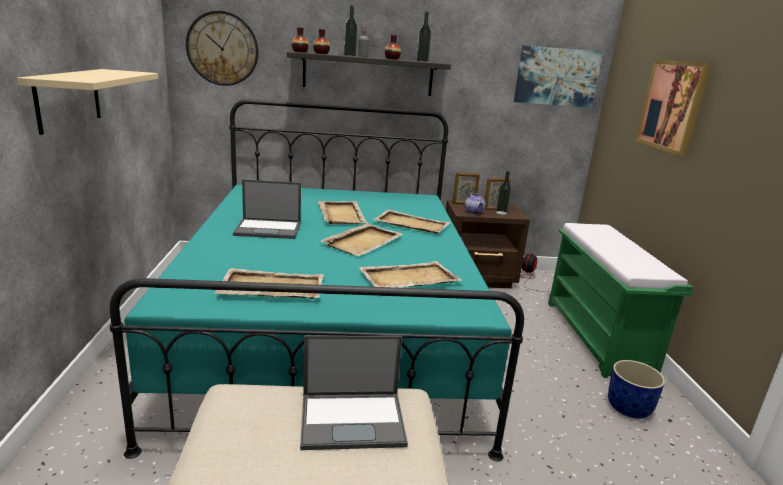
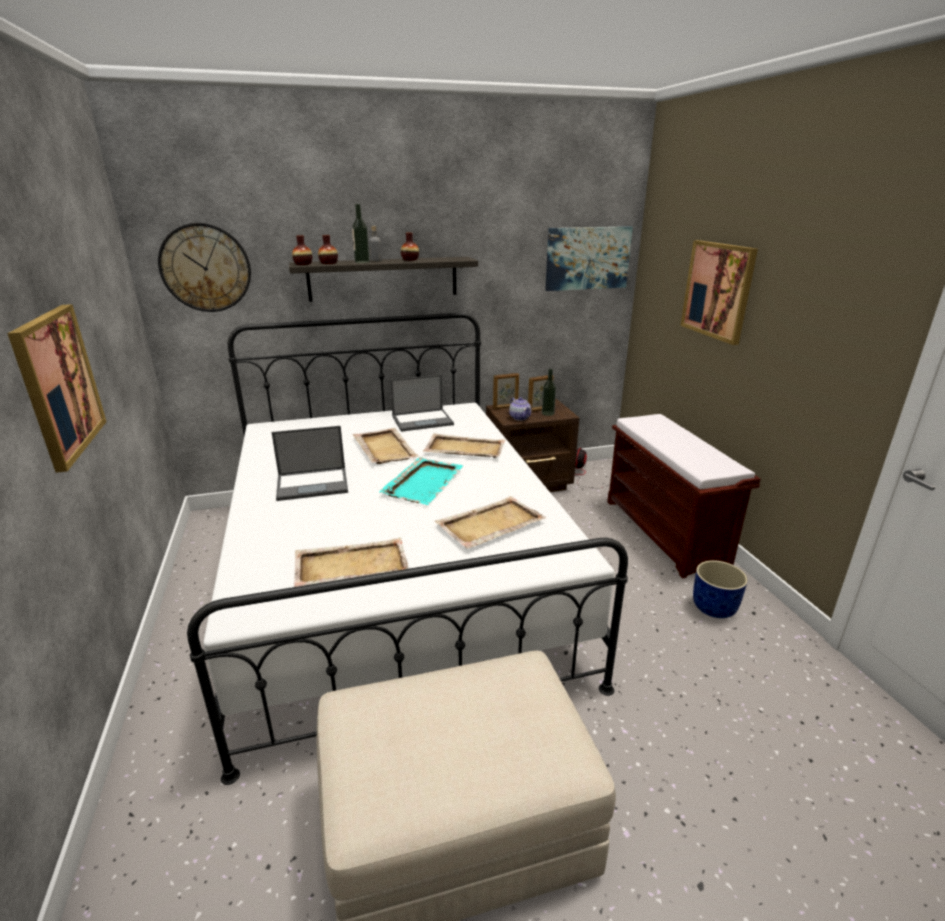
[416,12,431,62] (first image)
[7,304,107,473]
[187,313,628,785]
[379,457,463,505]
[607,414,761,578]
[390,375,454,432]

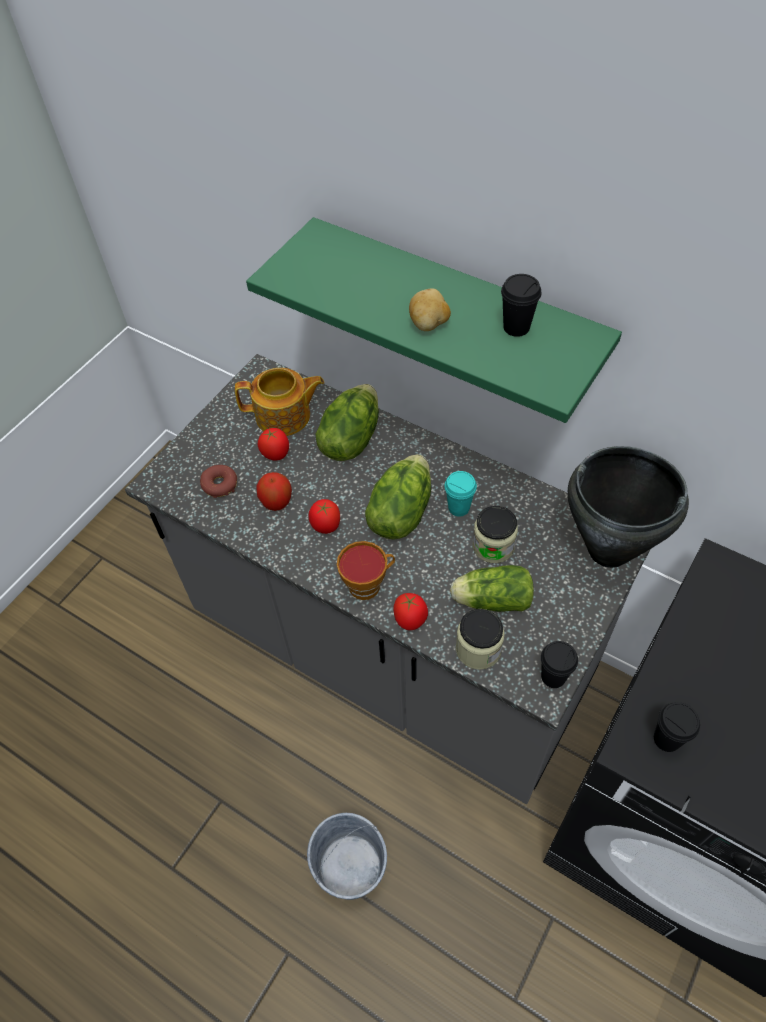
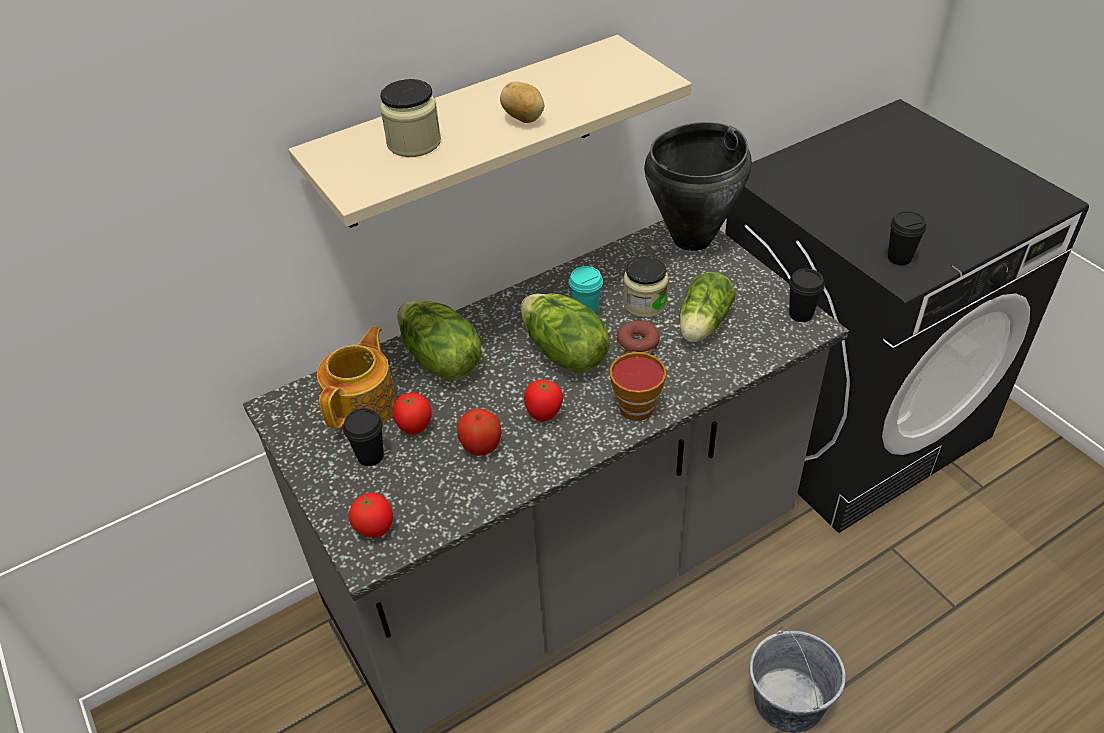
[288,35,691,228]
[343,408,384,466]
[616,321,660,353]
[349,493,393,538]
[380,79,441,157]

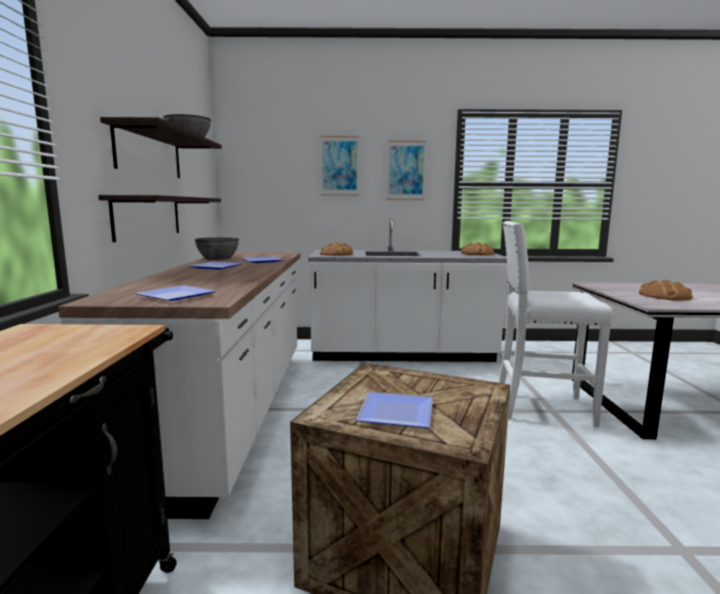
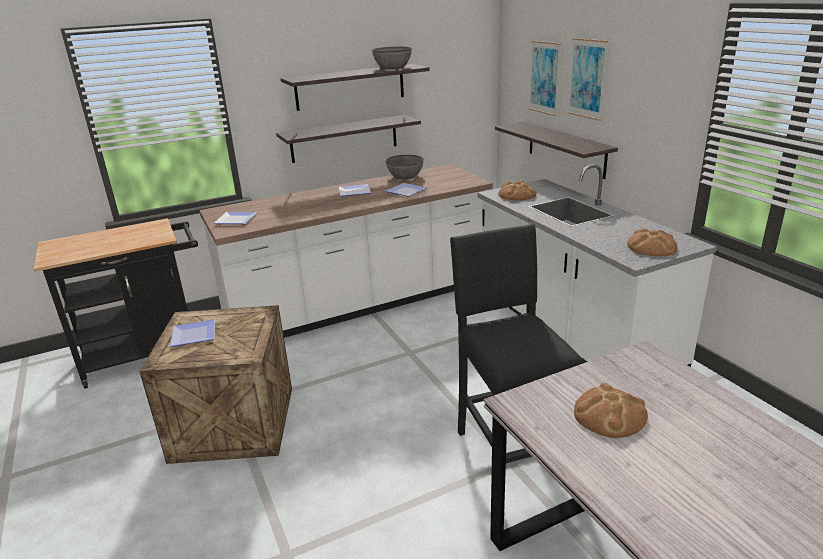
[528,41,561,116]
[450,224,585,463]
[495,122,618,179]

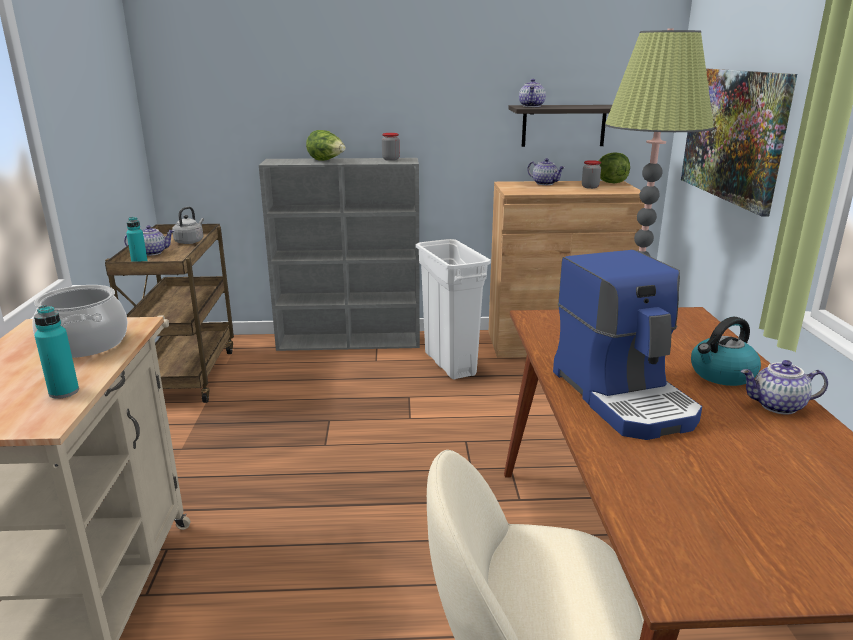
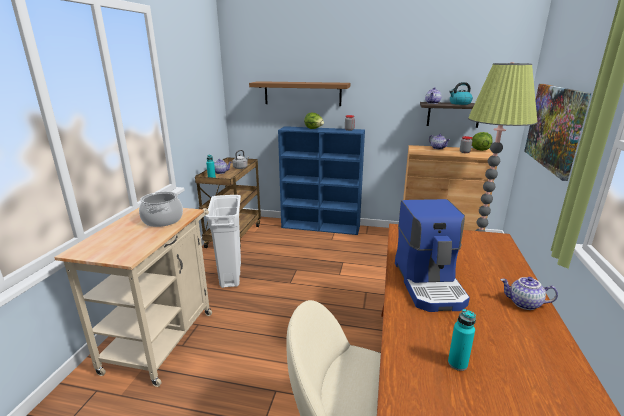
[278,126,365,235]
[206,195,241,288]
[448,309,476,371]
[449,82,473,105]
[249,81,350,106]

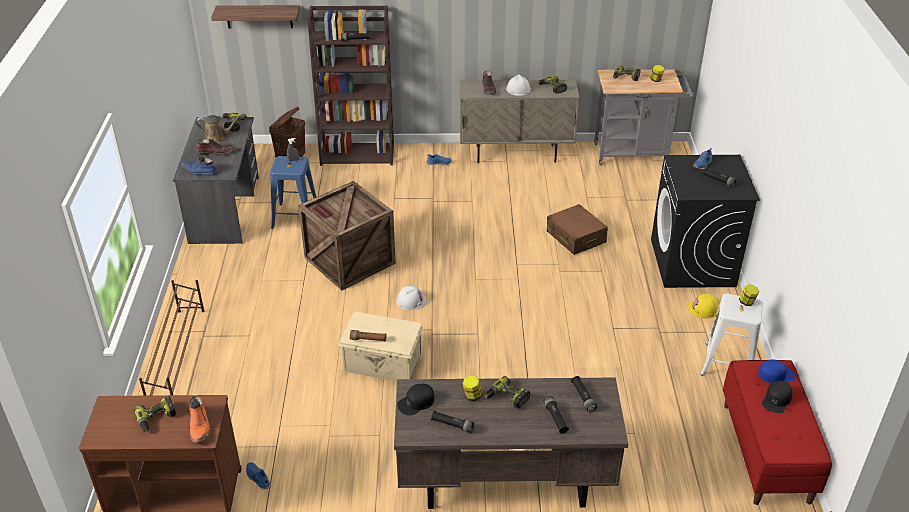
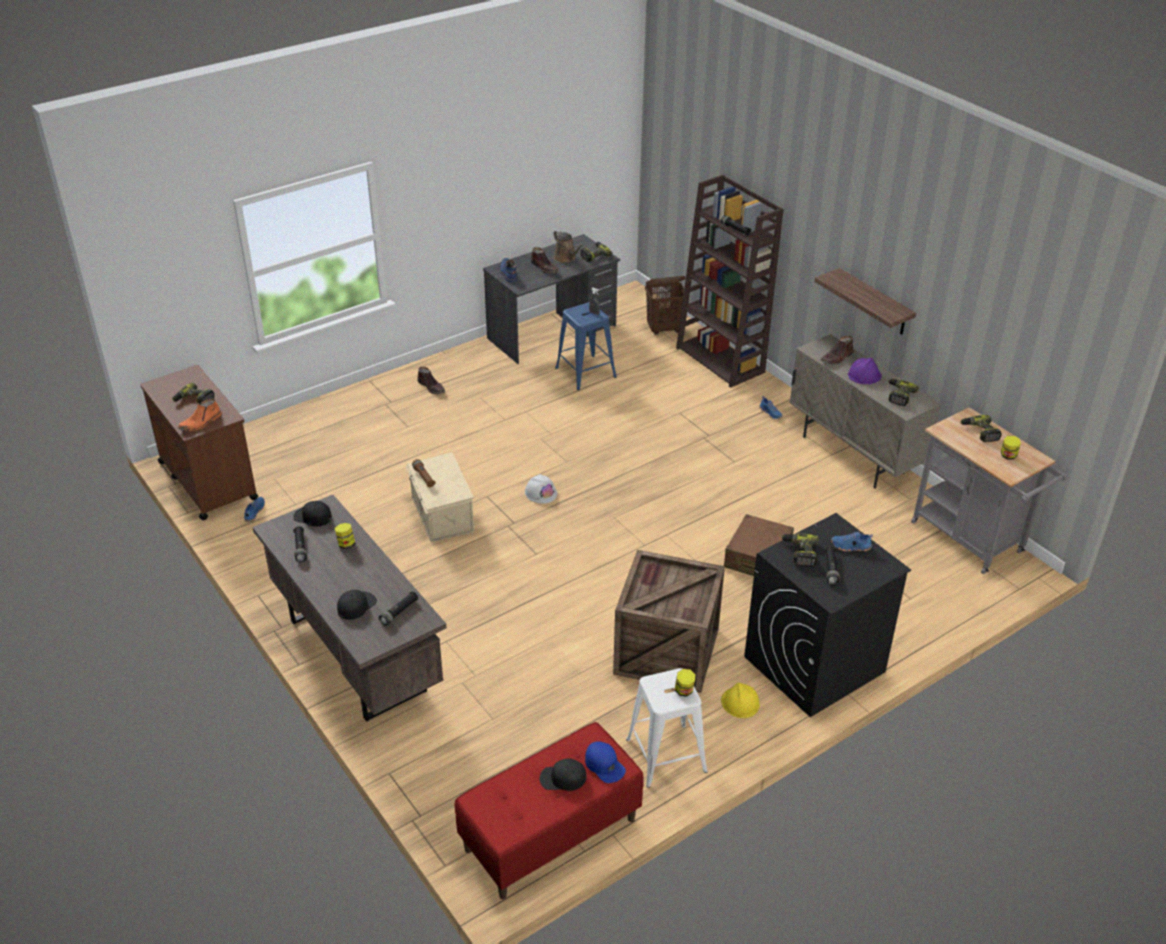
[815,268,916,335]
[848,358,882,384]
[613,550,725,693]
[139,280,205,396] (first image)
[781,533,819,567]
[337,590,377,620]
[417,367,445,394]

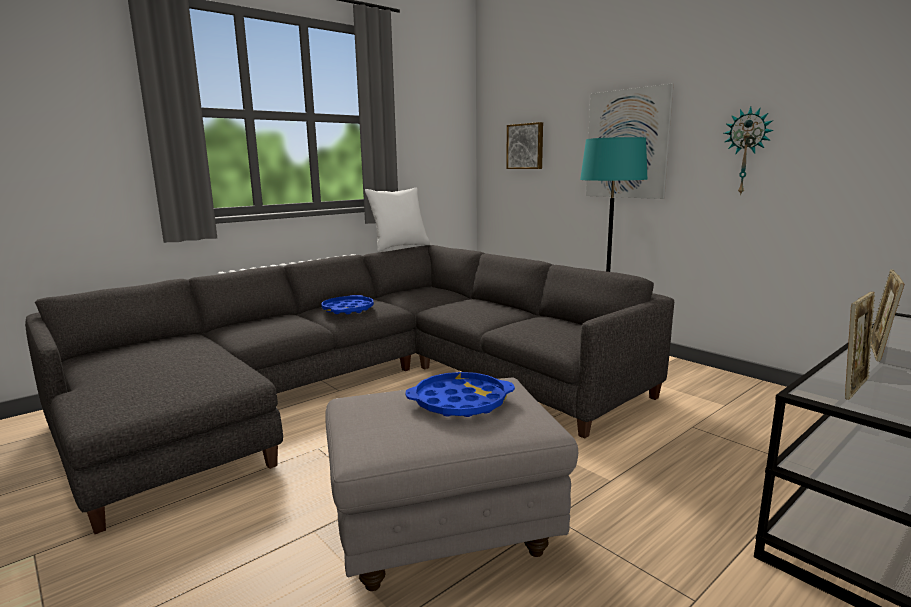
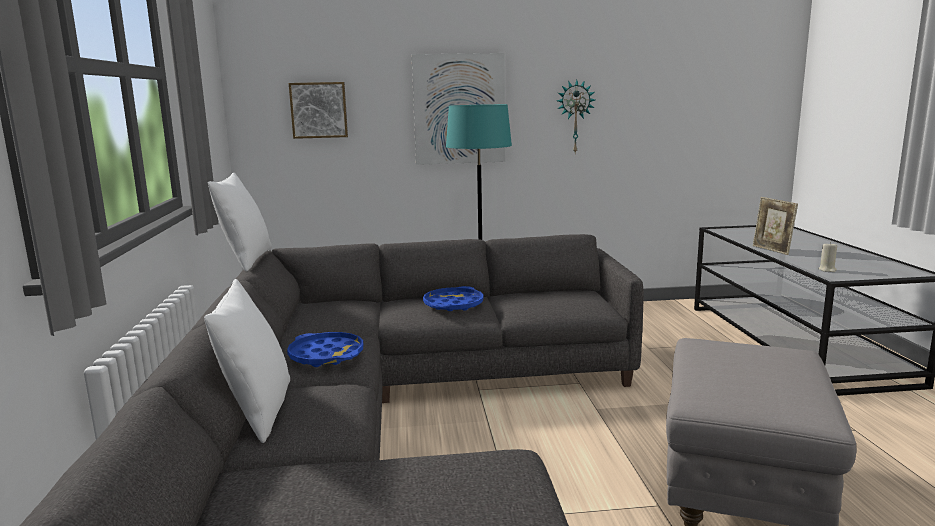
[818,242,837,272]
[423,286,484,311]
[204,279,290,443]

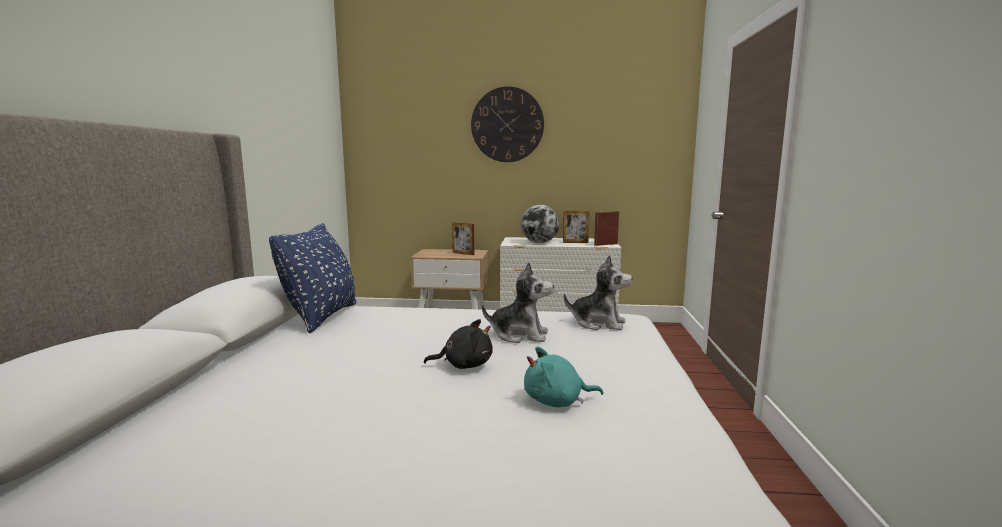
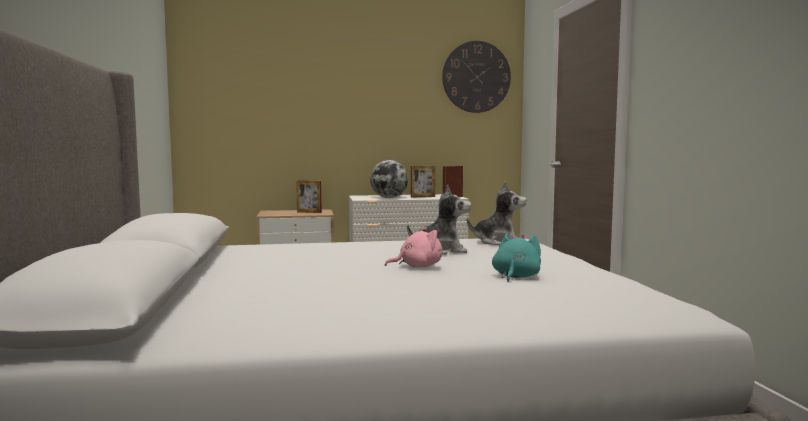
[442,41,511,113]
[269,223,357,333] (first image)
[385,227,443,268]
[492,233,541,281]

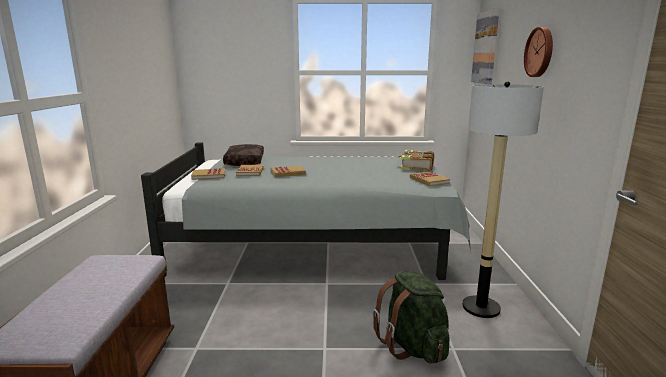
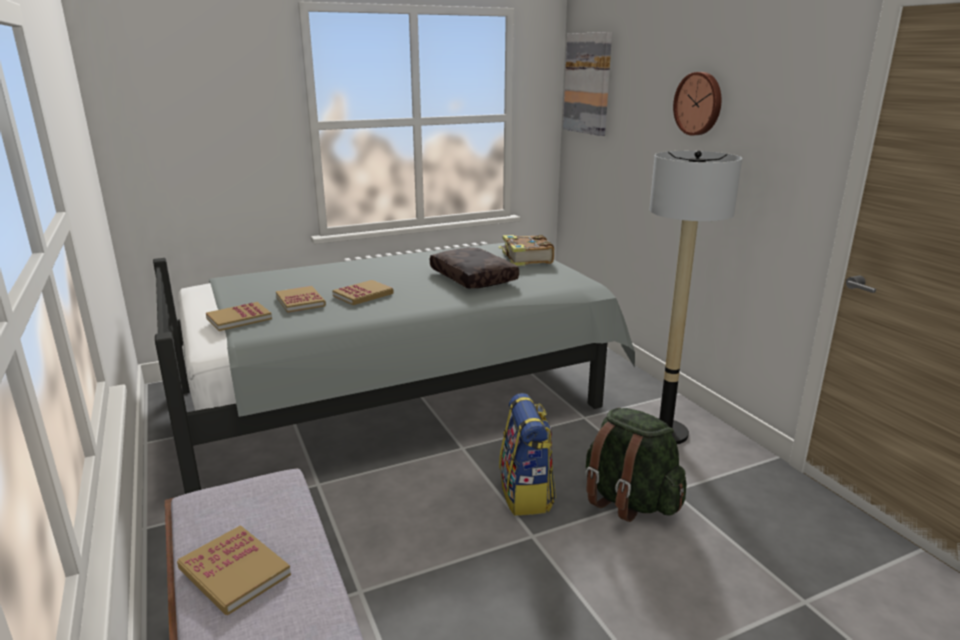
[430,247,519,288]
[177,525,291,616]
[499,393,556,516]

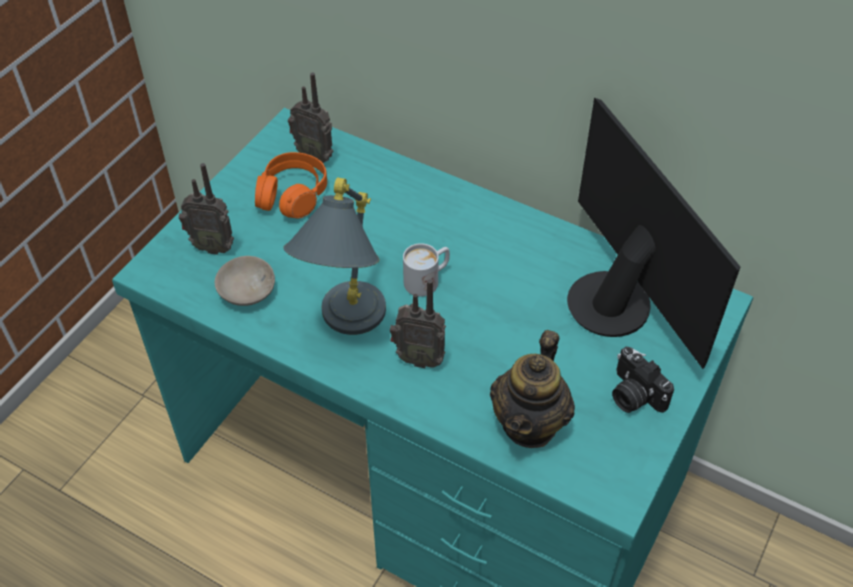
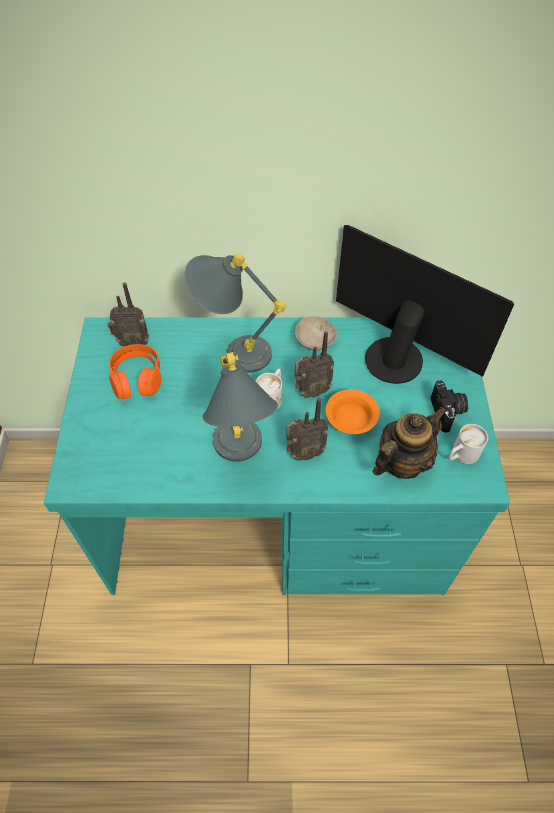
[295,331,334,398]
[295,316,337,350]
[372,407,447,479]
[430,381,468,433]
[184,254,286,373]
[326,389,380,434]
[448,424,488,464]

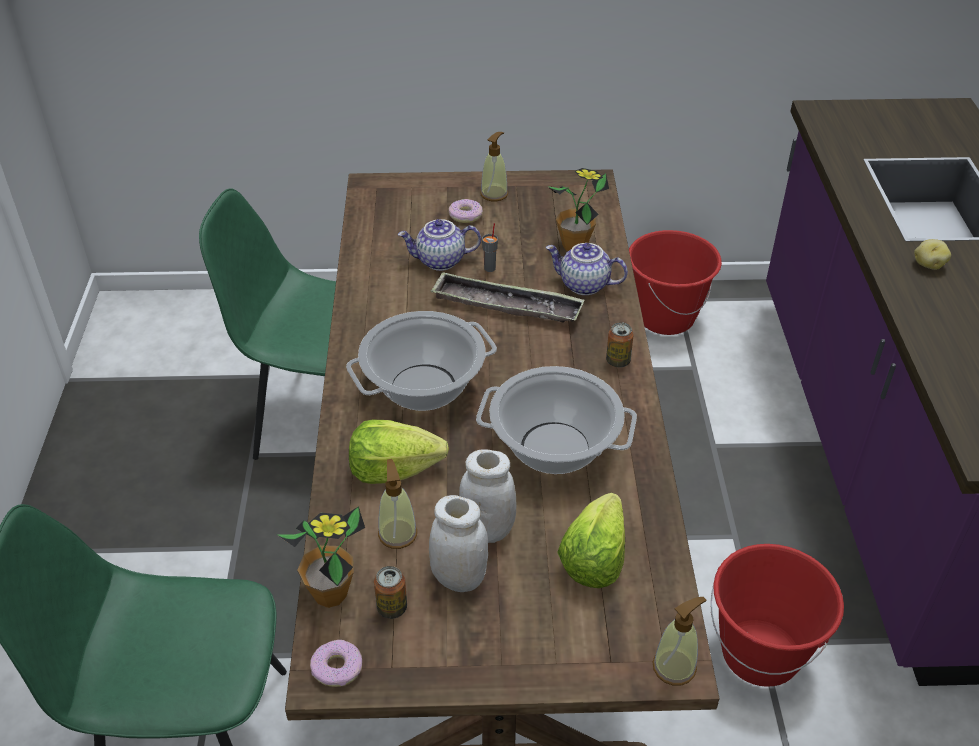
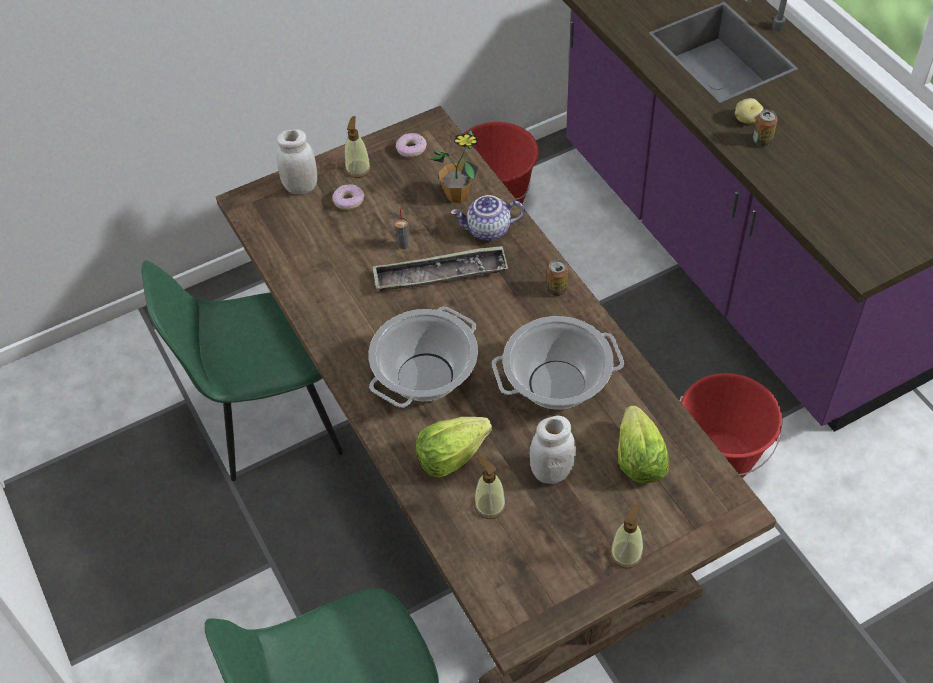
[398,219,481,271] (first image)
[277,129,317,194]
[276,506,365,608] (first image)
[753,109,778,146]
[610,503,643,568]
[396,133,427,157]

